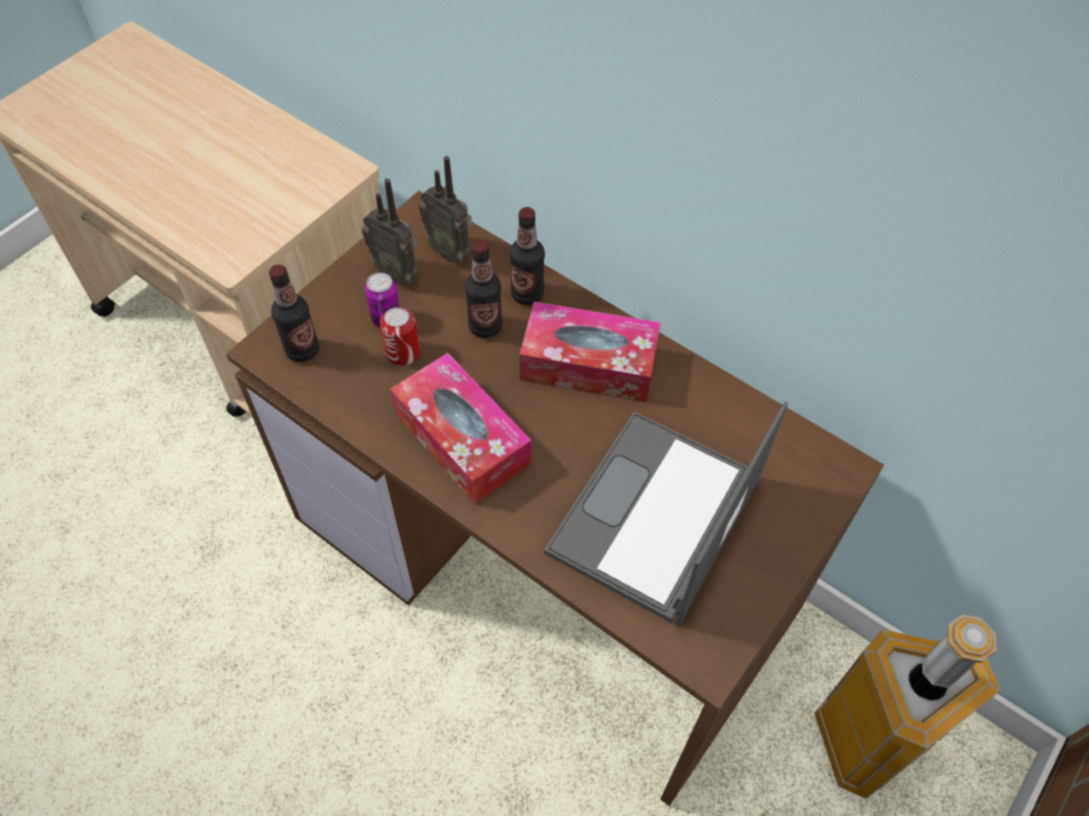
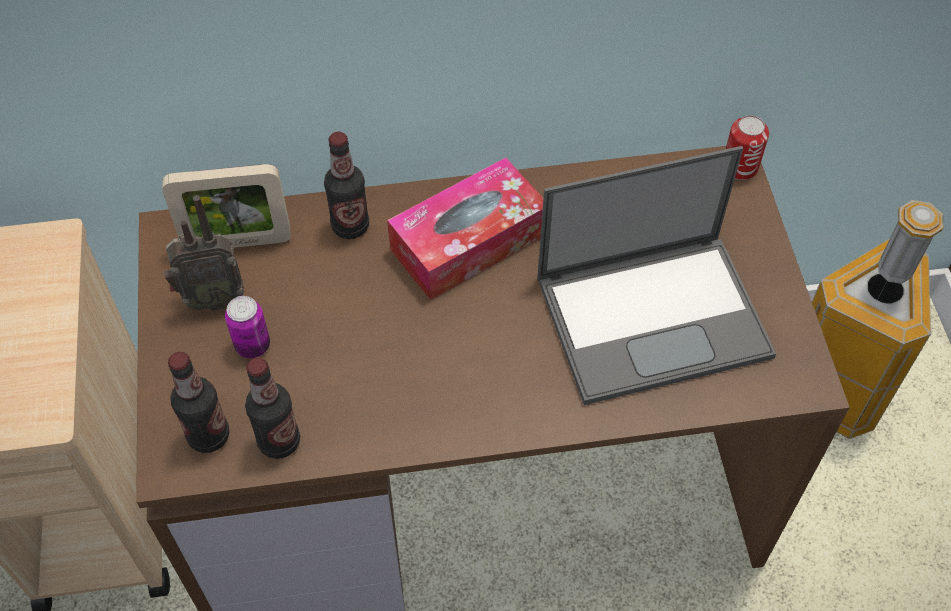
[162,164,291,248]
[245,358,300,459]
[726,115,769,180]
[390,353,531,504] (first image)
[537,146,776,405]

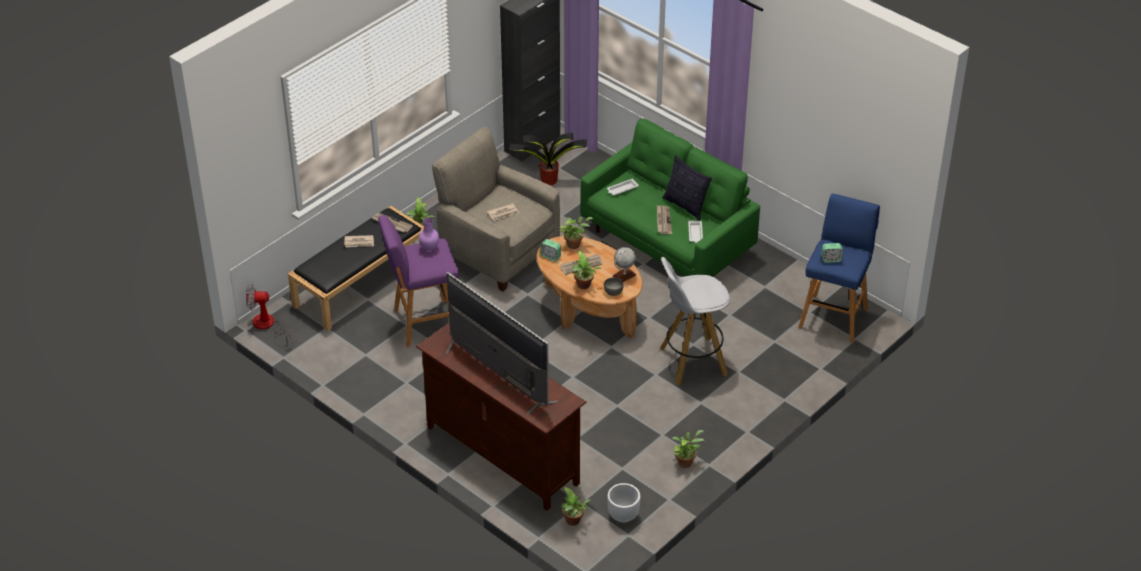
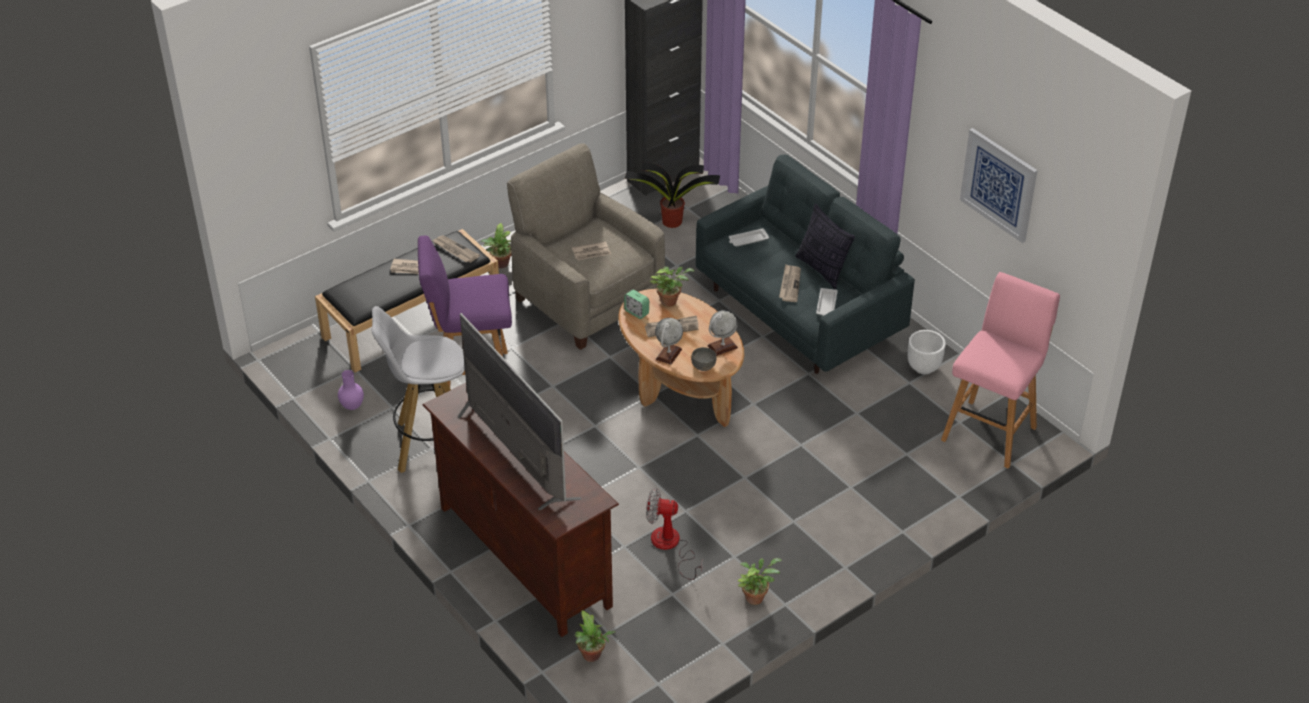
[696,155,915,374]
[941,272,1060,469]
[338,370,364,410]
[821,243,843,263] (first image)
[655,318,683,365]
[372,306,465,473]
[646,488,702,580]
[908,330,946,374]
[960,128,1038,243]

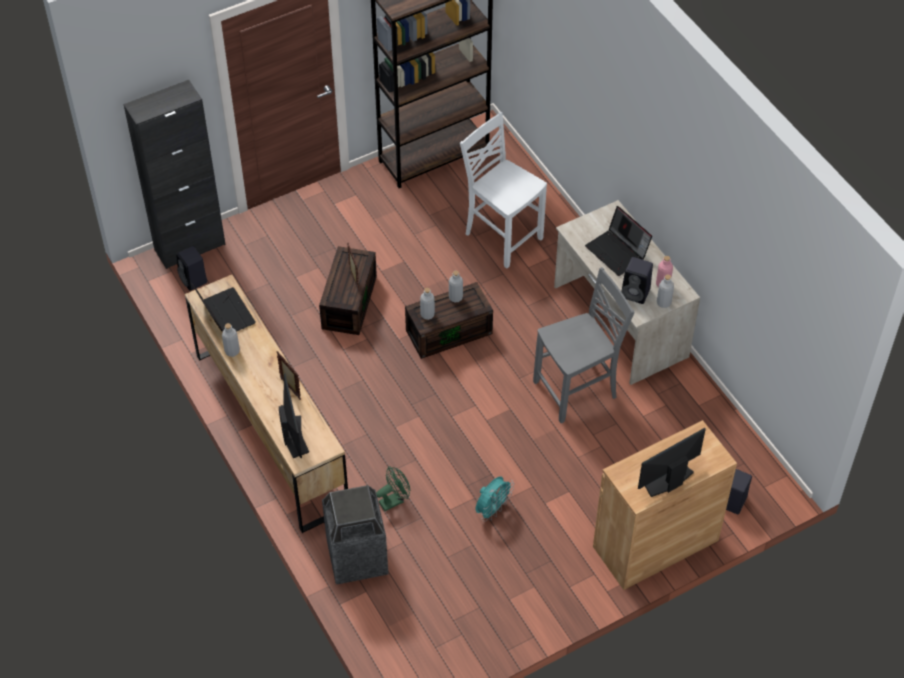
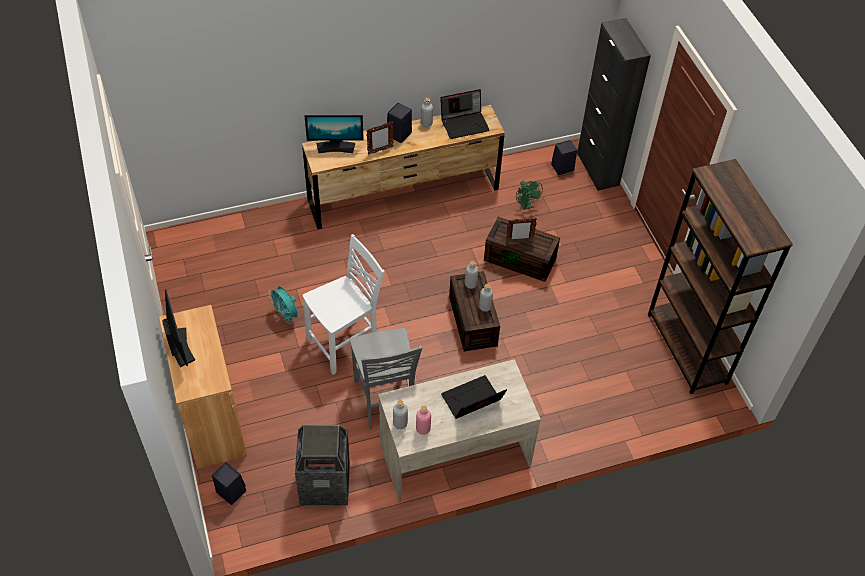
[303,234,384,375]
[387,103,412,143]
[516,181,543,210]
[295,425,350,505]

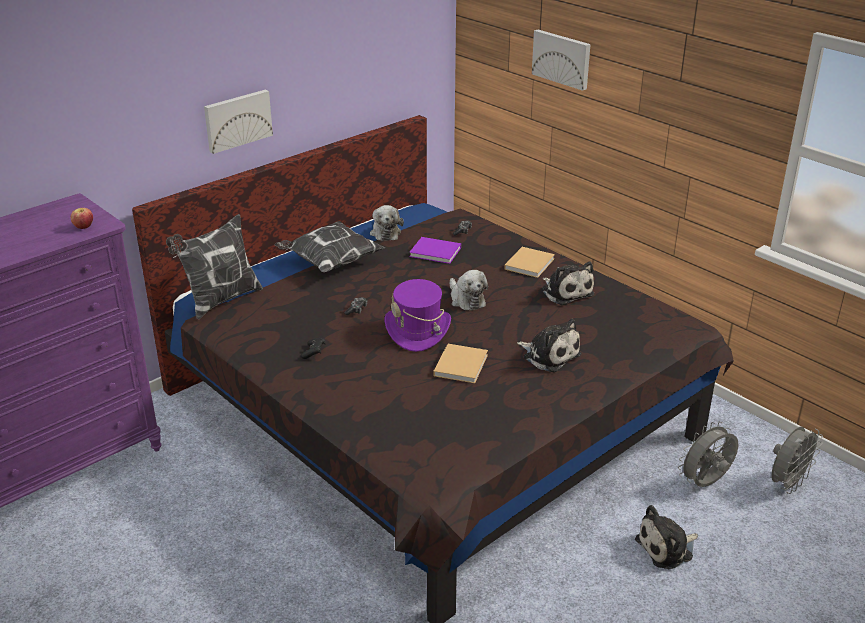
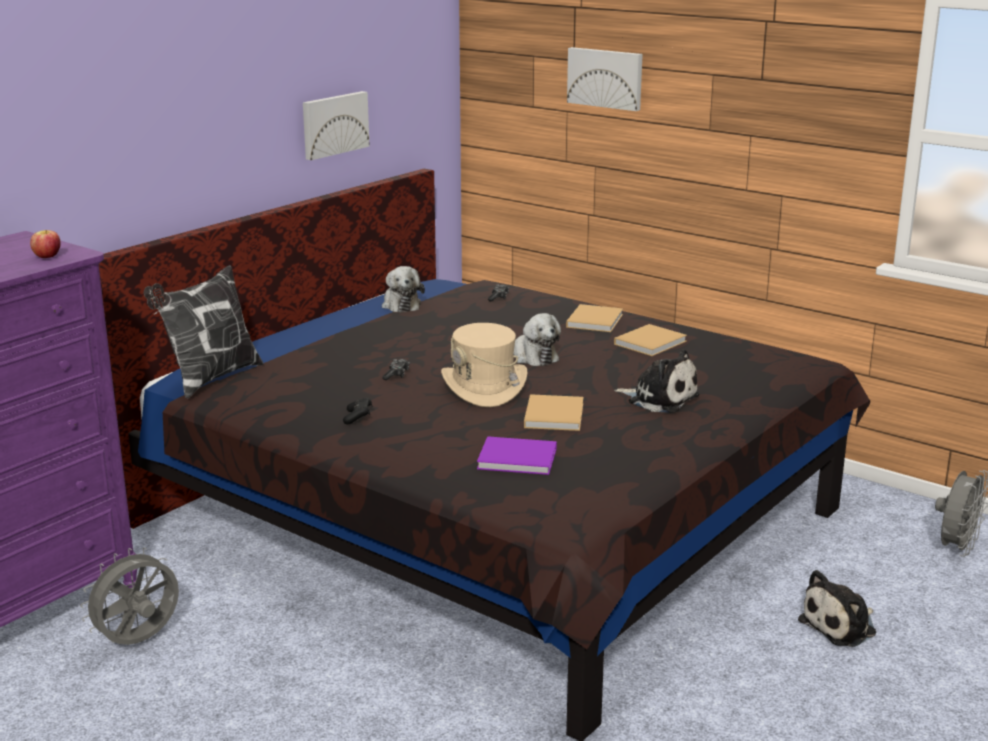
[303,91,370,160]
[275,221,386,272] (first image)
[477,436,557,475]
[614,324,687,356]
[441,323,528,407]
[80,547,179,645]

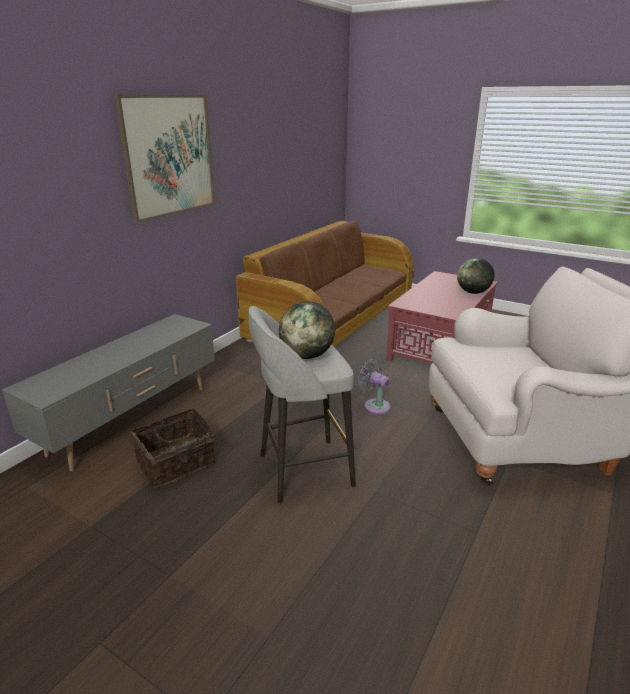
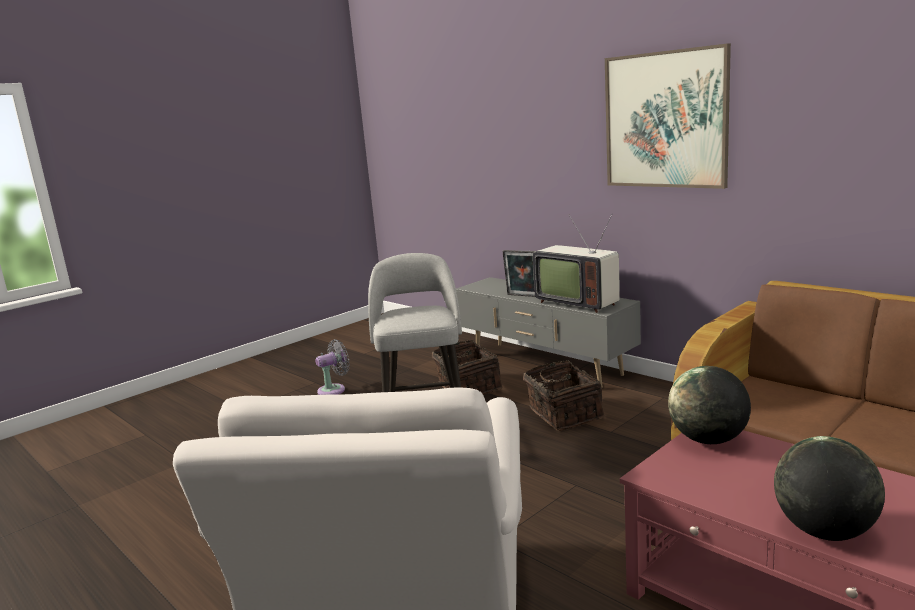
[668,366,751,444]
[316,339,350,395]
[533,213,620,313]
[502,250,536,297]
[523,360,604,431]

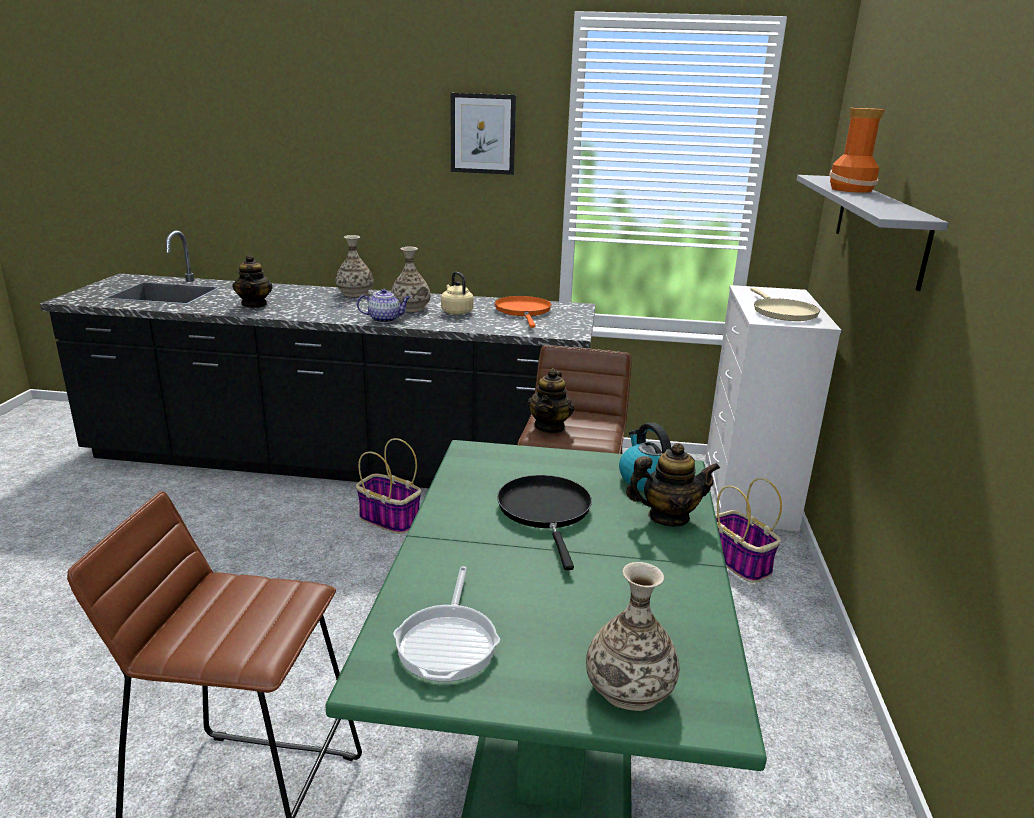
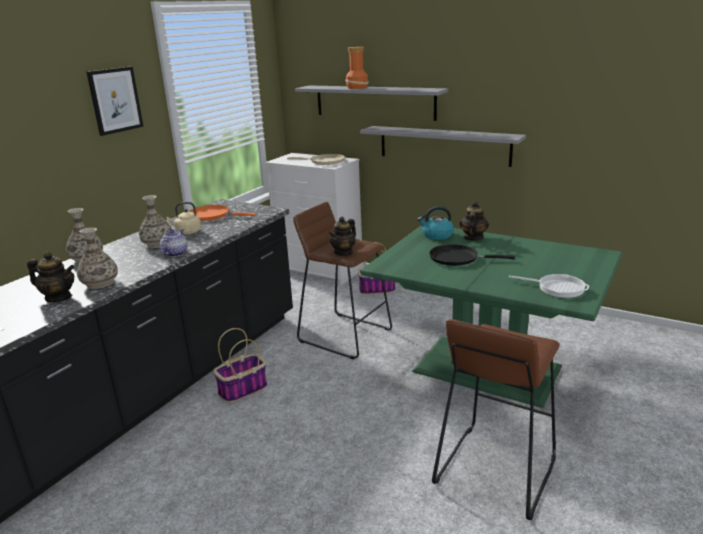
[328,217,356,256]
[77,228,118,289]
[360,126,526,167]

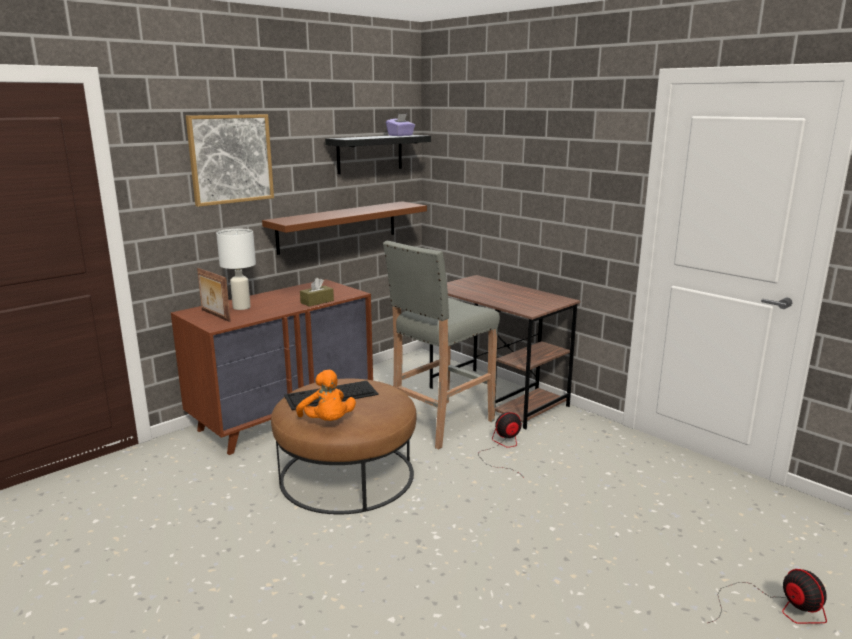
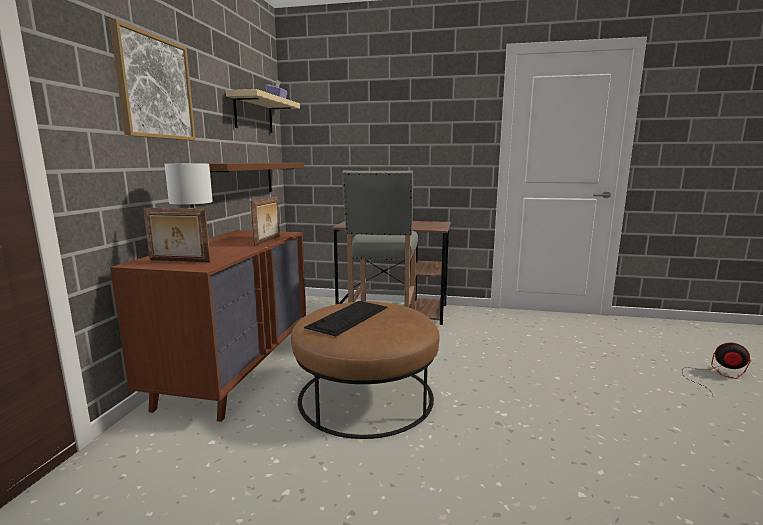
[226,89,300,133]
[251,196,280,246]
[296,370,356,421] (first image)
[478,412,522,474] (first image)

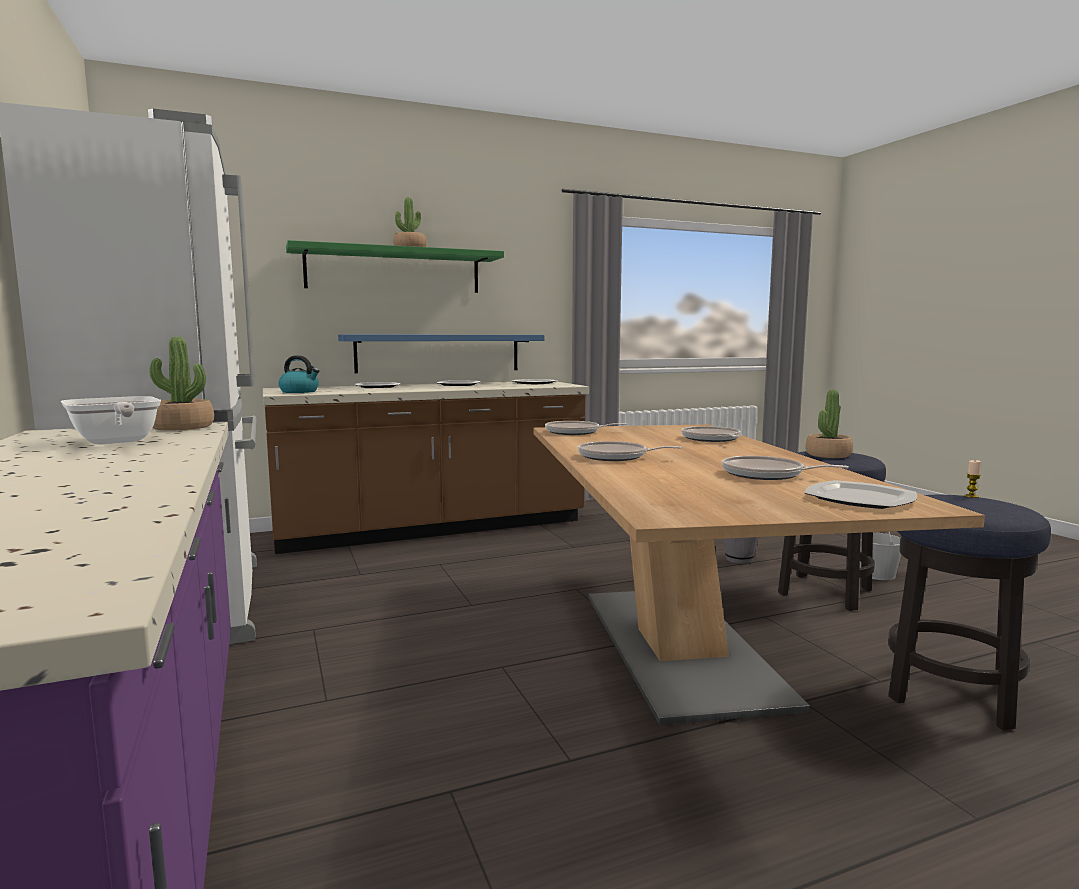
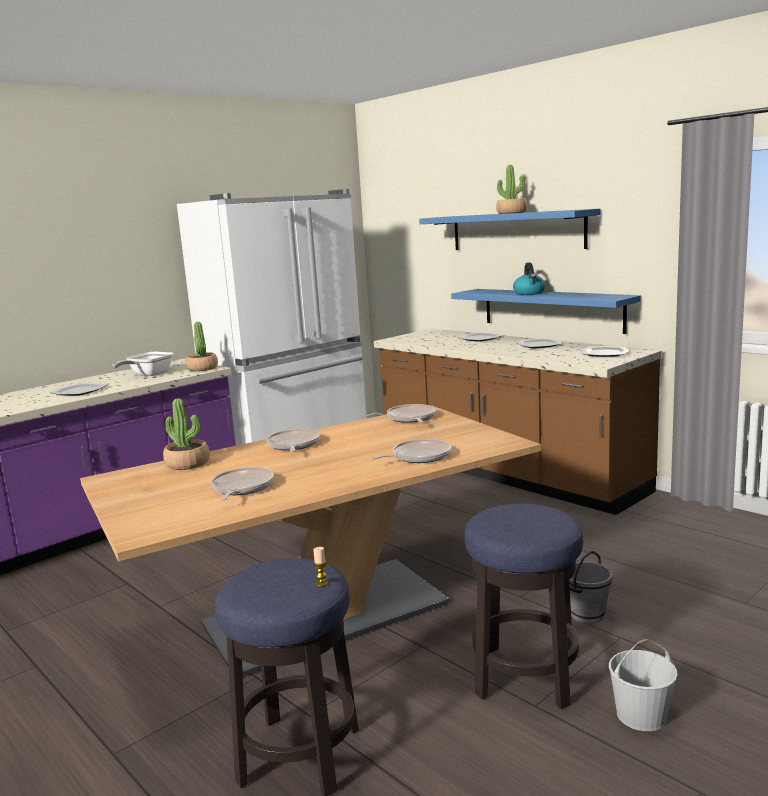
[419,209,600,250]
[513,262,546,295]
[163,398,210,470]
[50,383,107,396]

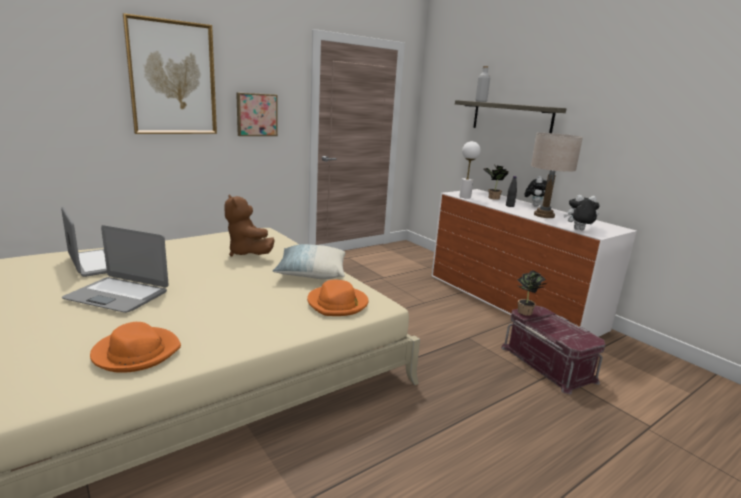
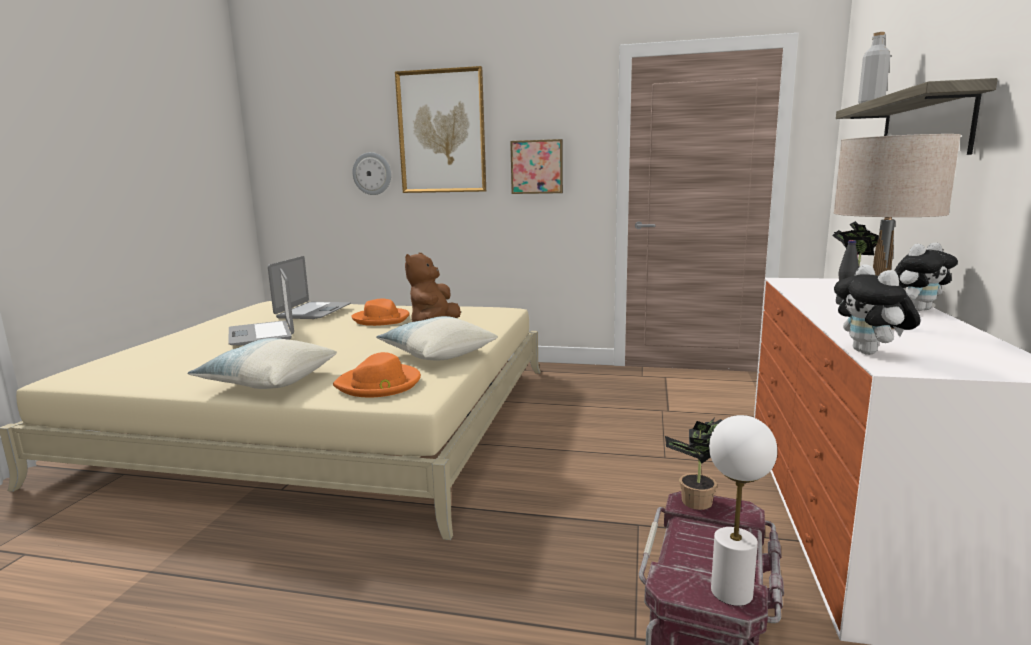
[709,415,777,606]
[834,264,921,355]
[351,299,409,326]
[353,152,391,195]
[188,338,337,389]

